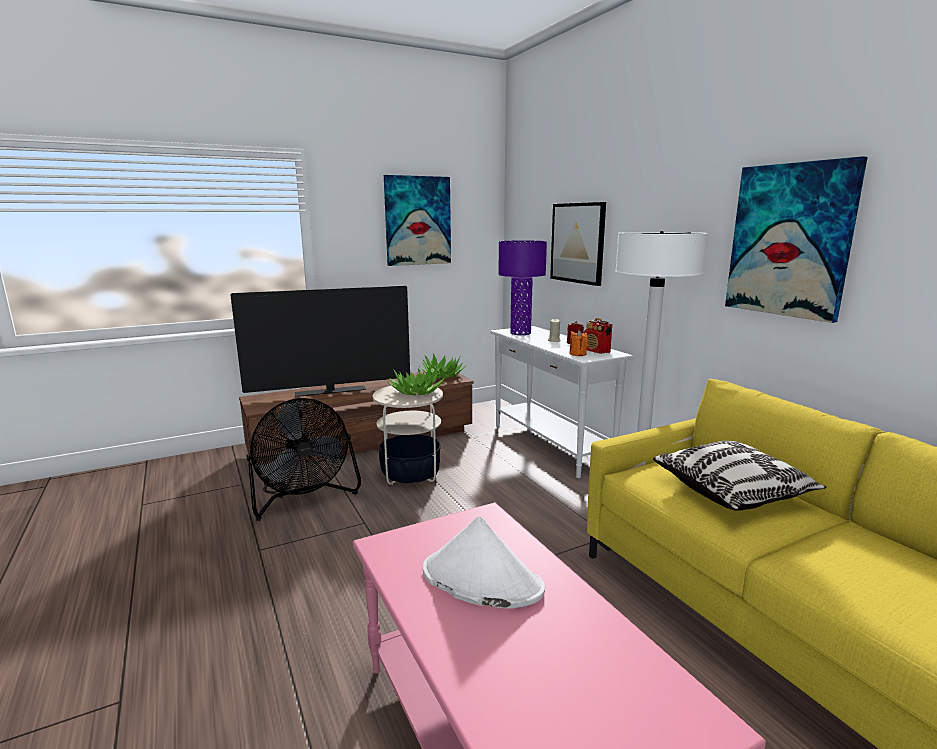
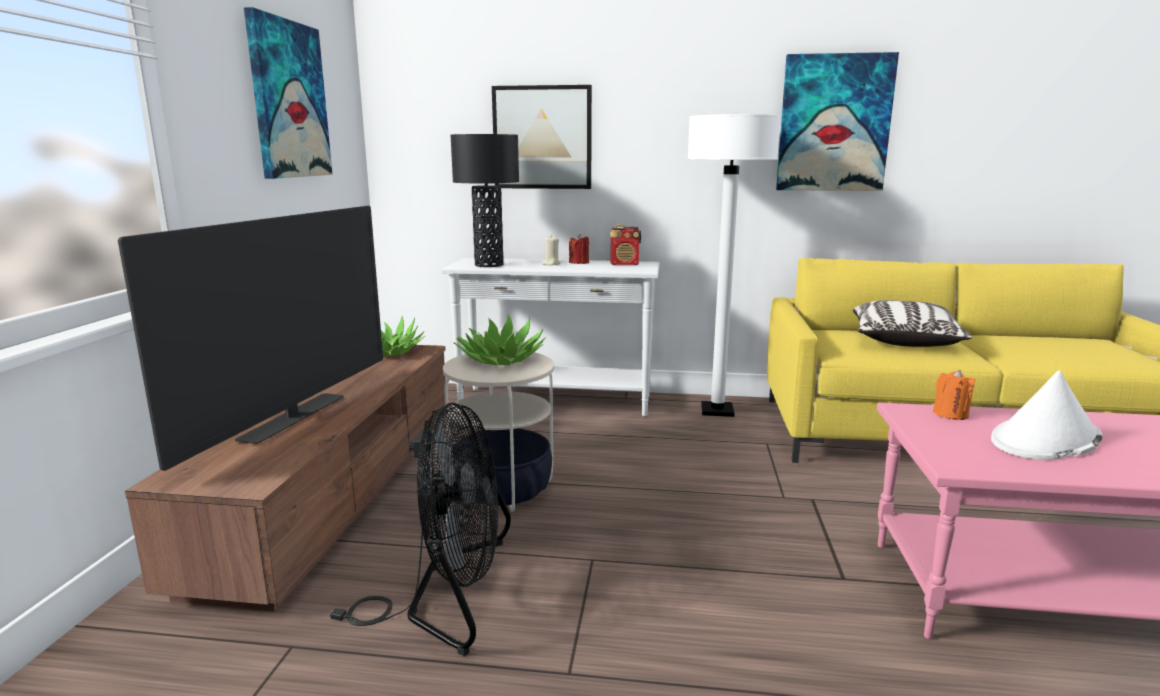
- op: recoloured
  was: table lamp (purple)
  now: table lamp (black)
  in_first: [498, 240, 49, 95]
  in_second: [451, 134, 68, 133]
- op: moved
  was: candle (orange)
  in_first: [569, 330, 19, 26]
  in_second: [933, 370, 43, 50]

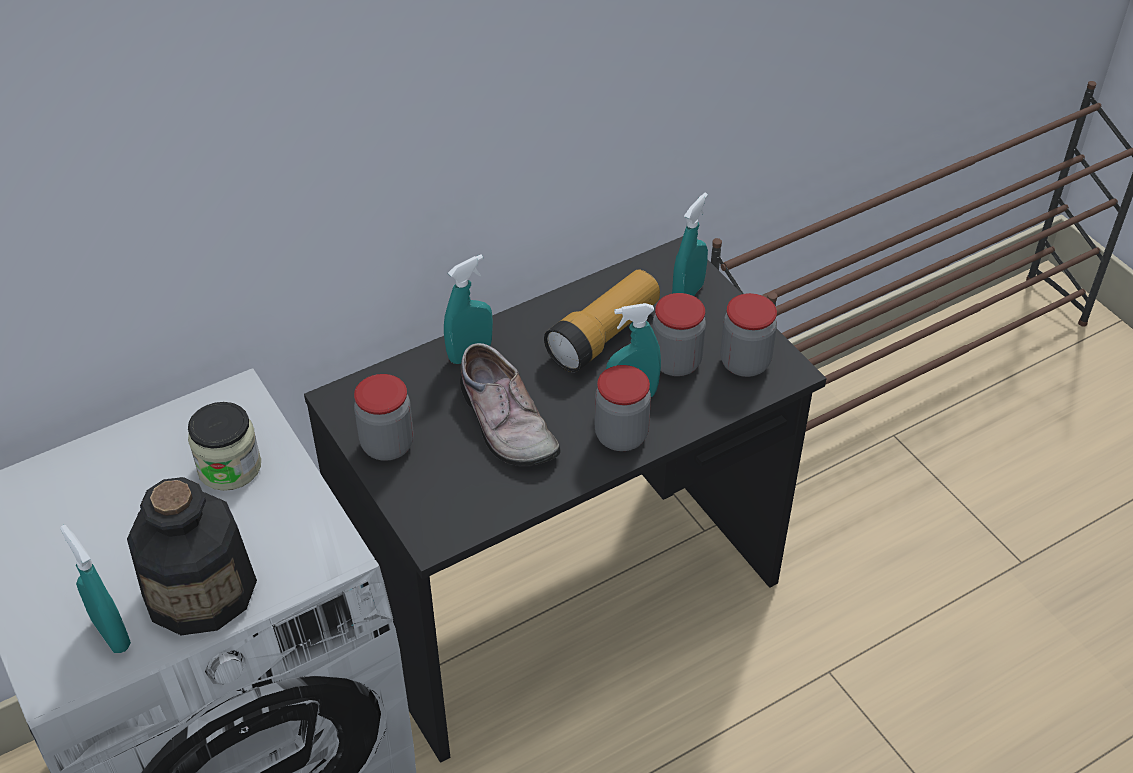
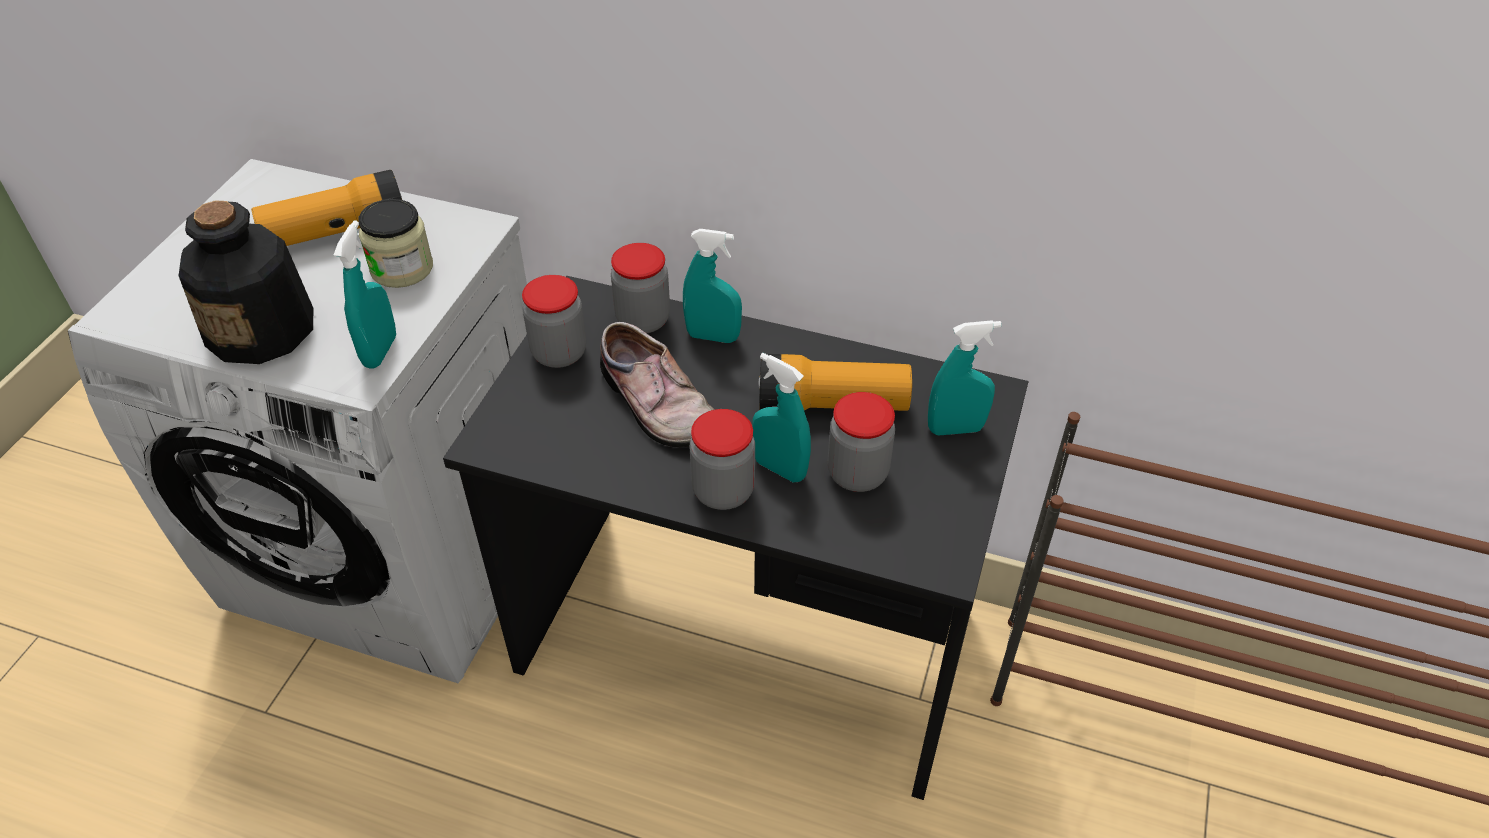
- op: moved
  was: jar
  in_first: [720, 293, 57, 84]
  in_second: [611, 243, 59, 90]
- op: turned
  was: shoe
  in_first: [460, 343, 101, 123]
  in_second: [600, 322, 115, 126]
  clockwise: -60
- op: moved
  was: spray bottle (turquoise)
  in_first: [60, 525, 71, 128]
  in_second: [334, 220, 62, 149]
- op: added
  now: flashlight
  in_second: [251, 170, 151, 76]

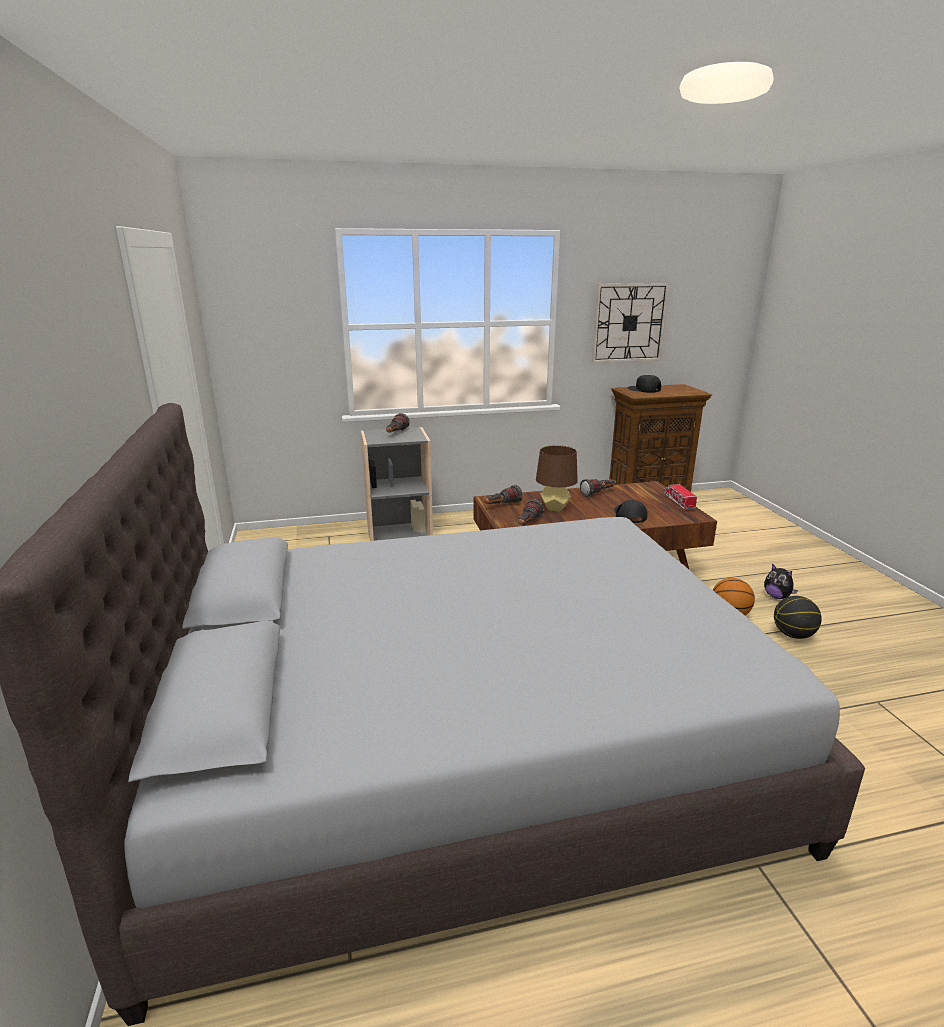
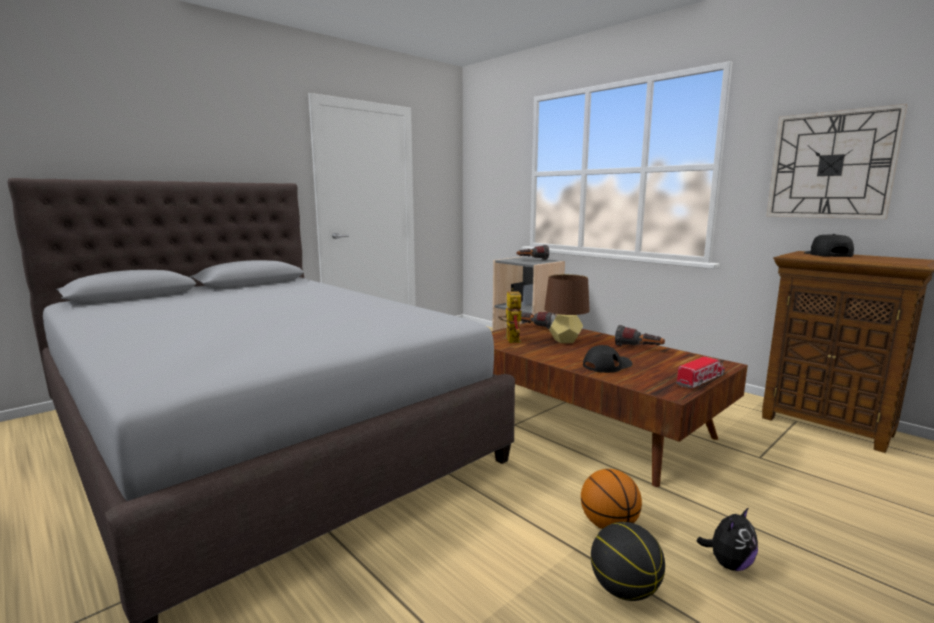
- op: replaced
  was: flashlight
  now: toy robot
  in_first: [518, 499, 26, 26]
  in_second: [498, 288, 24, 55]
- op: turned
  was: plush toy
  in_first: [764, 564, 34, 35]
  in_second: [697, 507, 61, 64]
  clockwise: -150

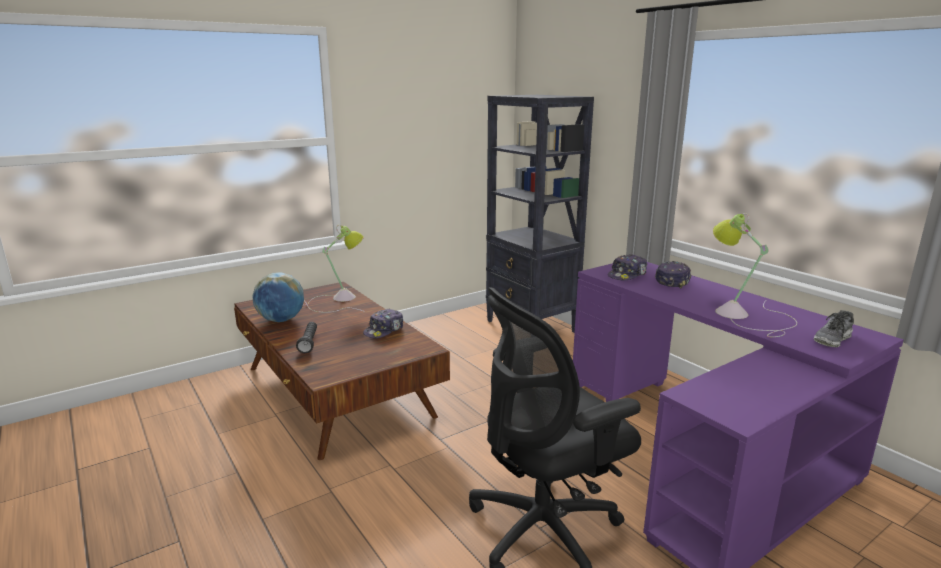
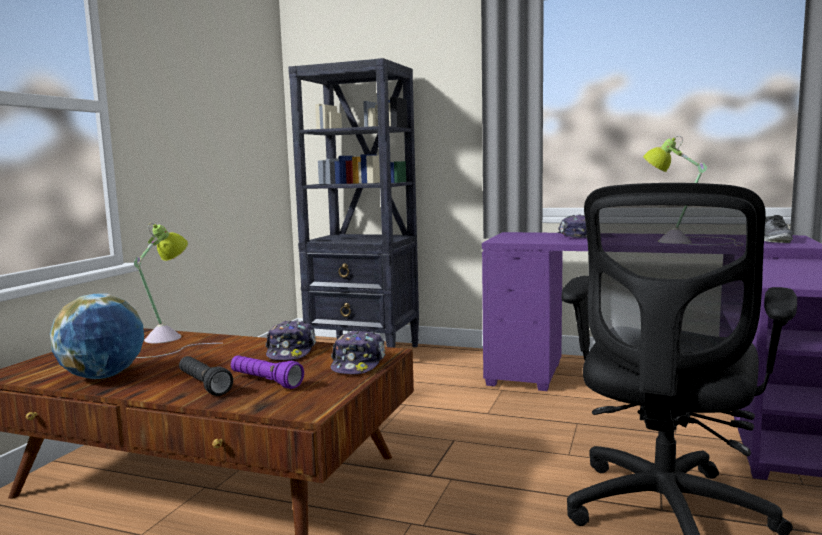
- op: moved
  was: cap
  in_first: [608, 254, 39, 26]
  in_second: [331, 330, 55, 44]
- op: added
  now: flashlight (purple)
  in_second: [231, 355, 73, 34]

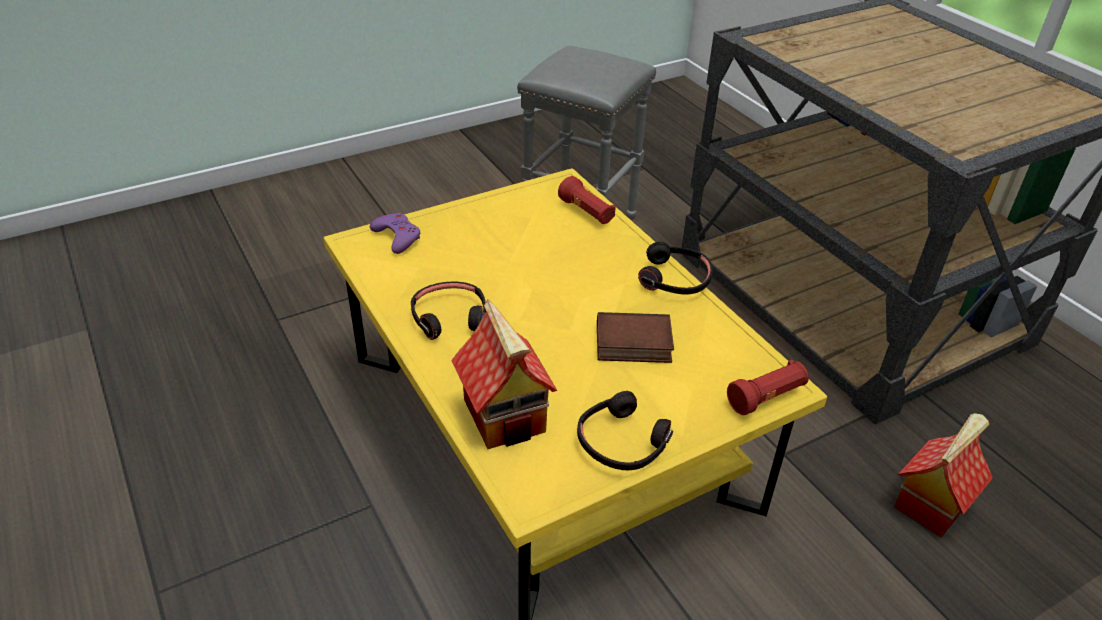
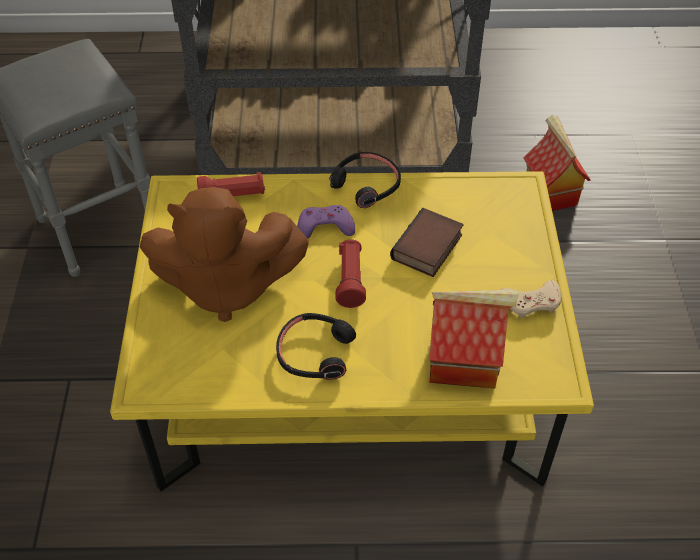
- op: moved
  was: game controller (purple)
  in_first: [370, 213, 50, 41]
  in_second: [297, 205, 58, 34]
- op: moved
  was: flashlight (red)
  in_first: [727, 360, 82, 55]
  in_second: [335, 239, 31, 69]
- op: replaced
  was: headphones (black)
  now: game controller (beige)
  in_first: [577, 391, 96, 79]
  in_second: [500, 280, 61, 39]
- op: added
  now: plush toy (brown)
  in_second: [140, 187, 169, 135]

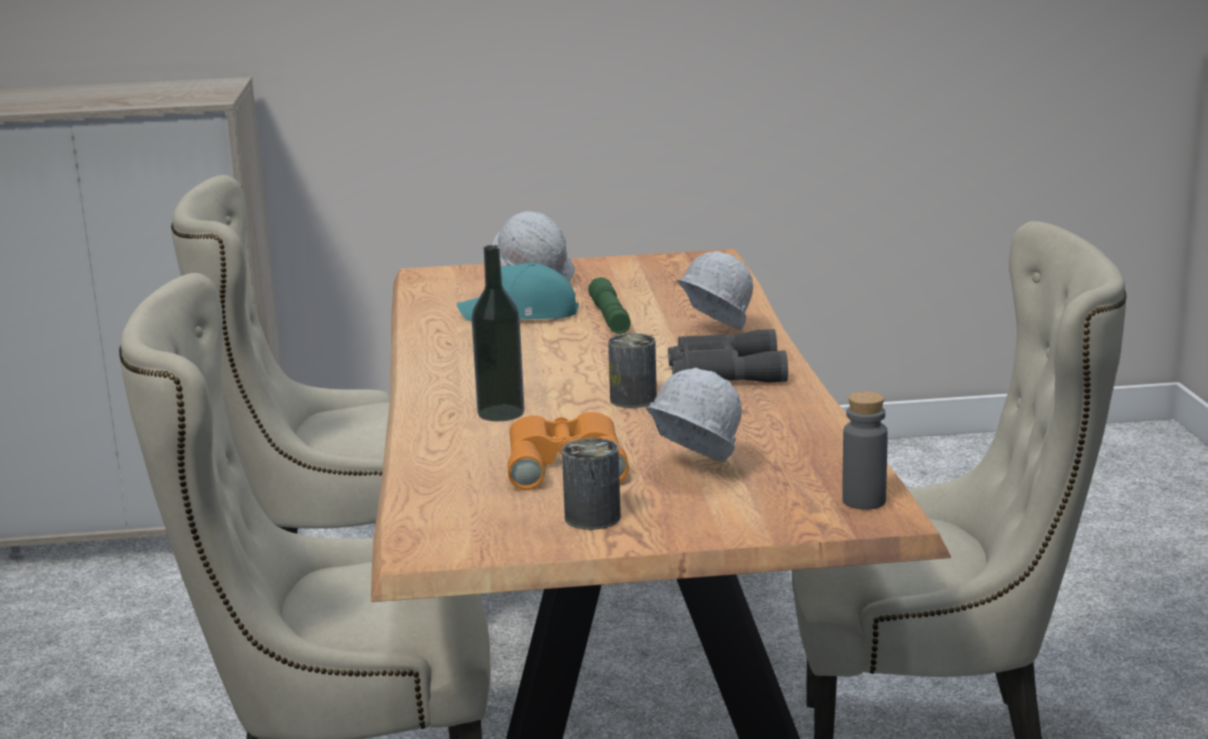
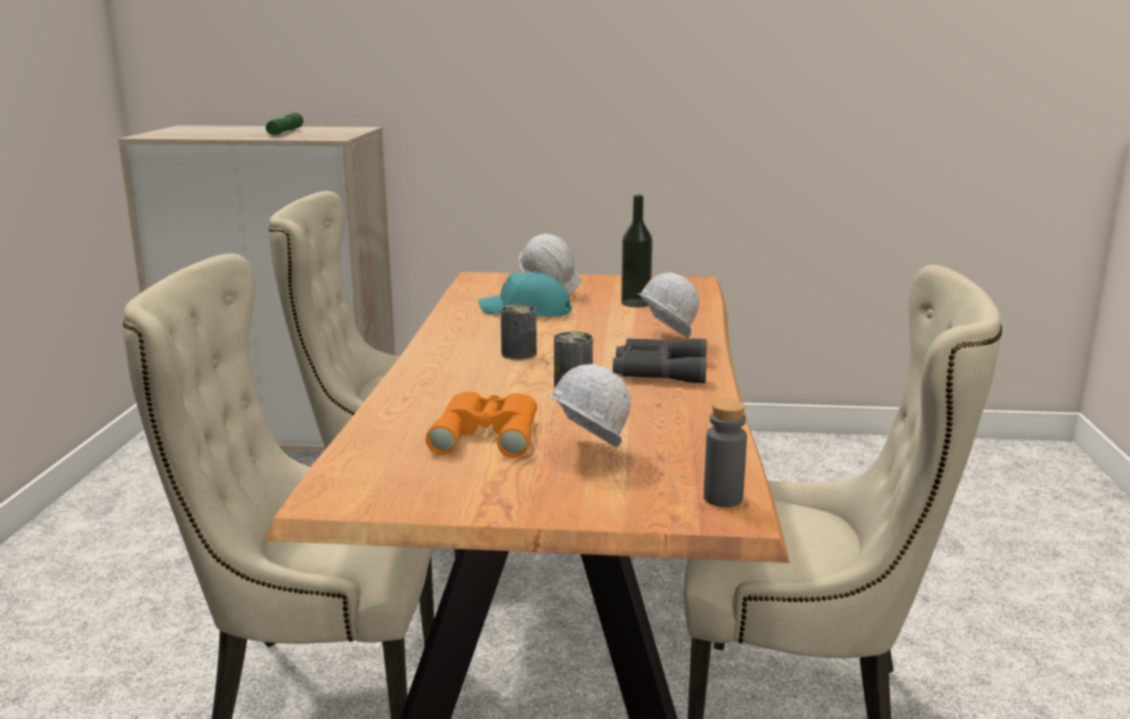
- op: moved
  was: bottle
  in_first: [472, 245, 52, 176]
  in_second: [621, 195, 32, 112]
- op: moved
  was: flashlight (green)
  in_first: [588, 277, 43, 57]
  in_second: [266, 112, 37, 23]
- op: moved
  was: can
  in_first: [562, 438, 59, 92]
  in_second: [500, 304, 37, 56]

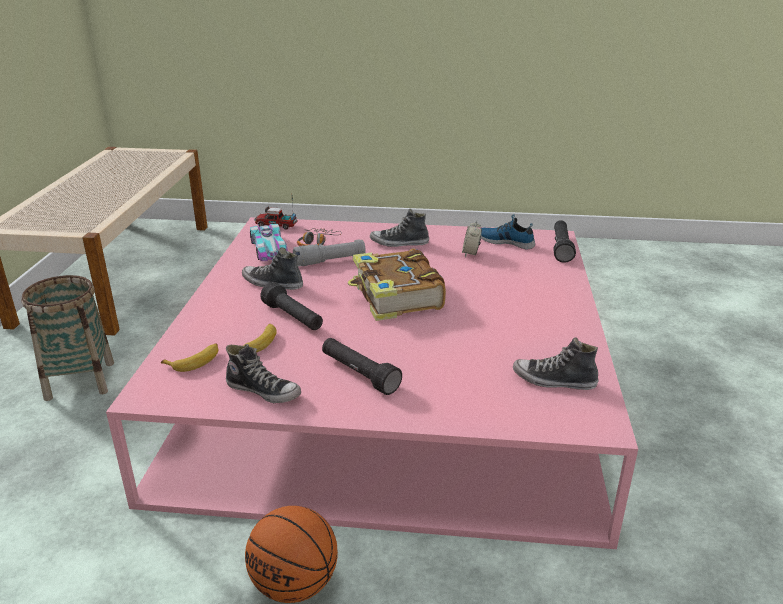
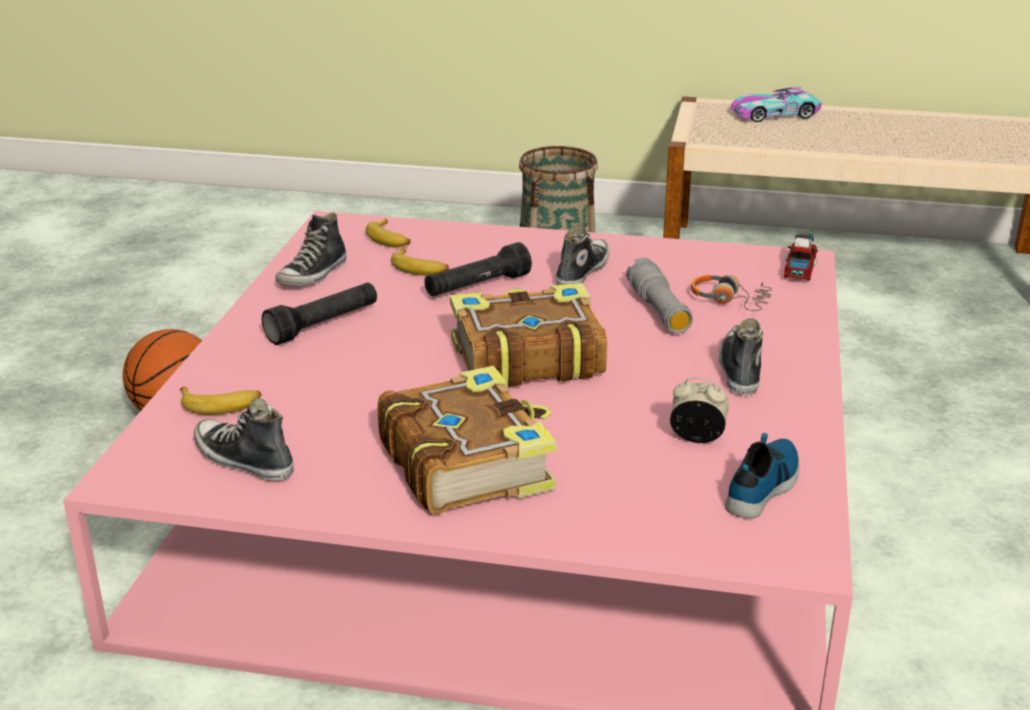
- op: removed
  was: flashlight (black)
  in_first: [553, 220, 23, 43]
- op: moved
  was: toy car
  in_first: [250, 224, 38, 37]
  in_second: [731, 87, 91, 35]
- op: turned
  was: shoe
  in_first: [513, 337, 85, 53]
  in_second: [194, 398, 100, 83]
  clockwise: -75
- op: added
  now: book
  in_second: [378, 366, 178, 149]
- op: added
  now: banana
  in_second: [180, 387, 81, 28]

